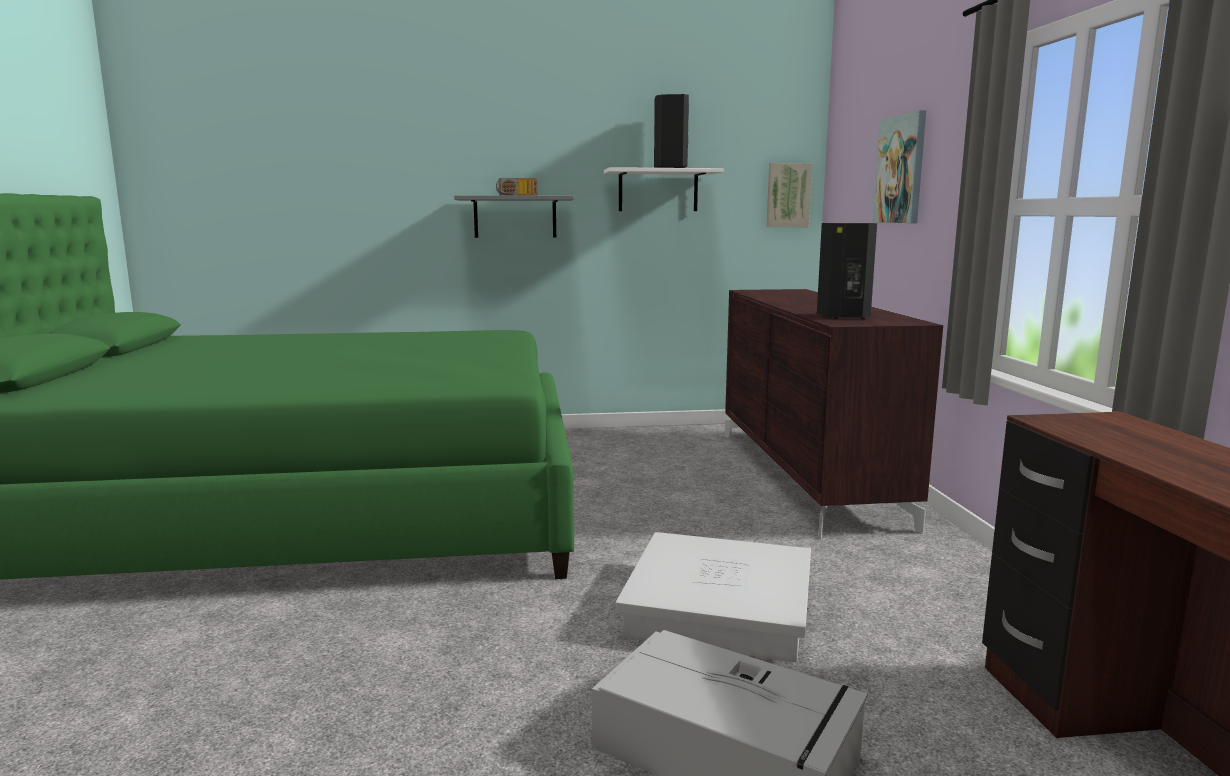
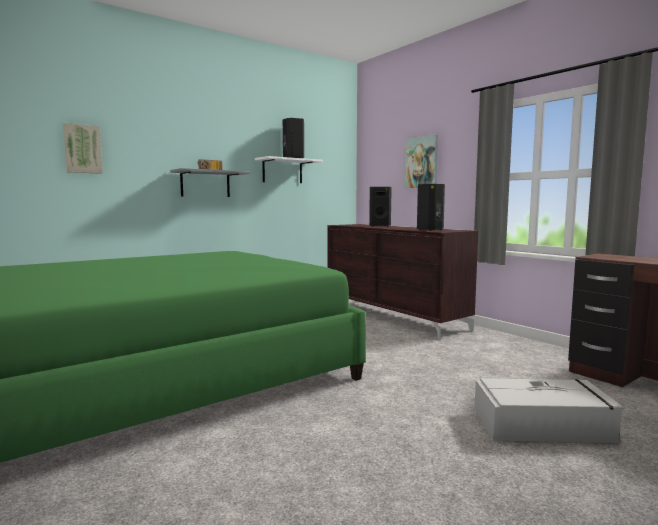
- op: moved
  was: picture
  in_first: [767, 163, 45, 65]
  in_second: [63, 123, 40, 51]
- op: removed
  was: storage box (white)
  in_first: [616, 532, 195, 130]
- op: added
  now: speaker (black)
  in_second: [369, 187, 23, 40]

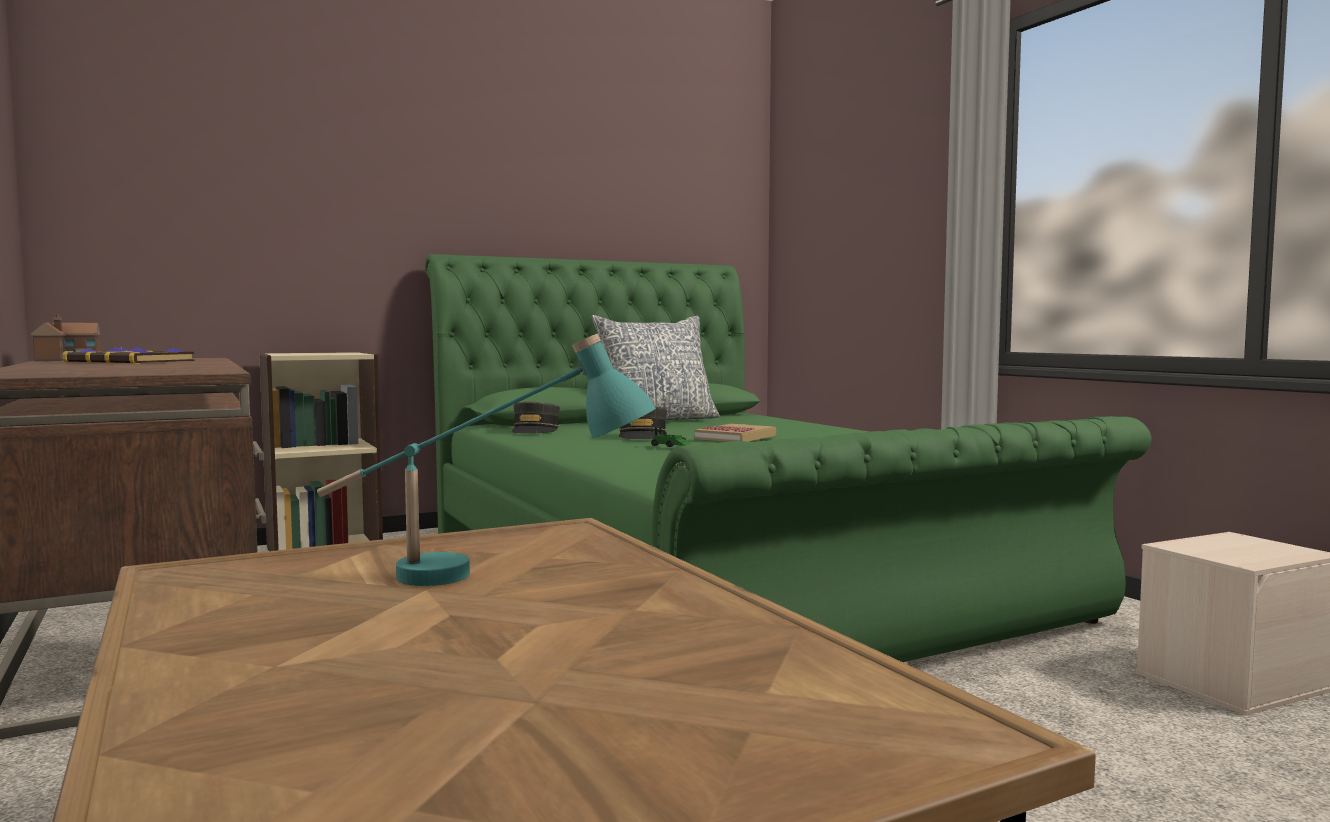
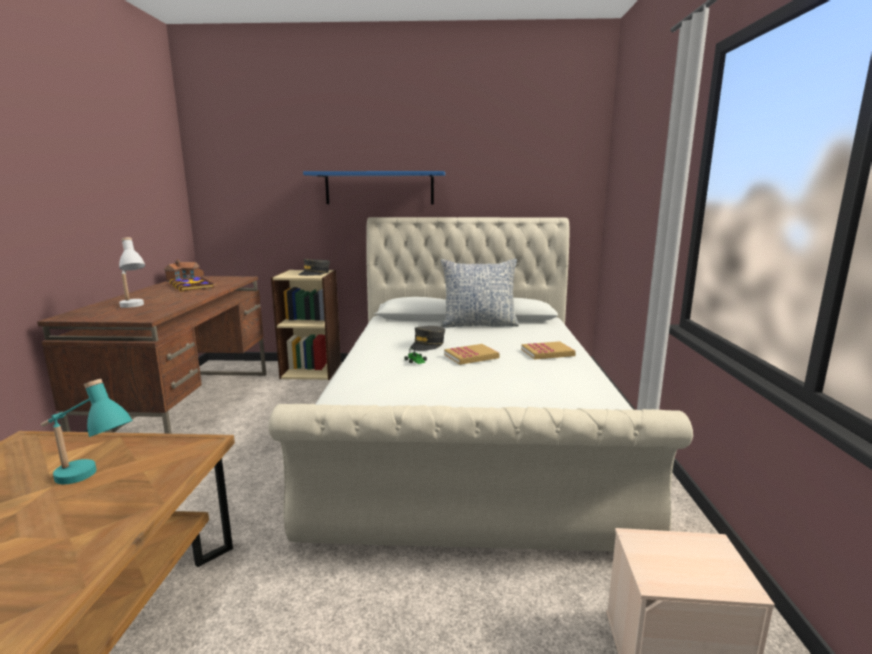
- op: recoloured
  was: bed (green)
  now: bed (beige)
  in_first: [425, 254, 727, 408]
  in_second: [268, 217, 425, 334]
- op: moved
  was: cap (grey)
  in_first: [511, 402, 49, 32]
  in_second: [298, 259, 32, 17]
- op: added
  now: shelf (blue)
  in_second: [303, 171, 142, 33]
- op: added
  now: table lamp (white)
  in_second: [119, 237, 26, 71]
- op: added
  now: book
  in_second: [521, 341, 55, 19]

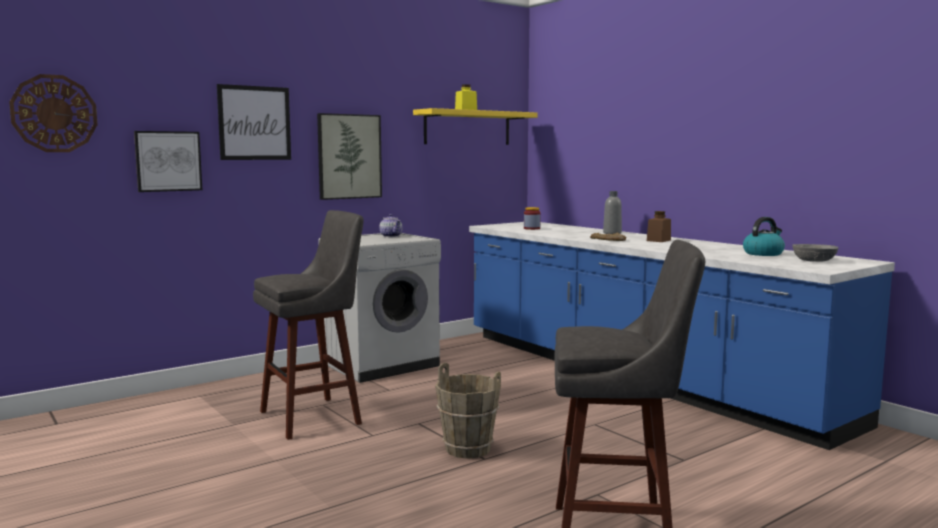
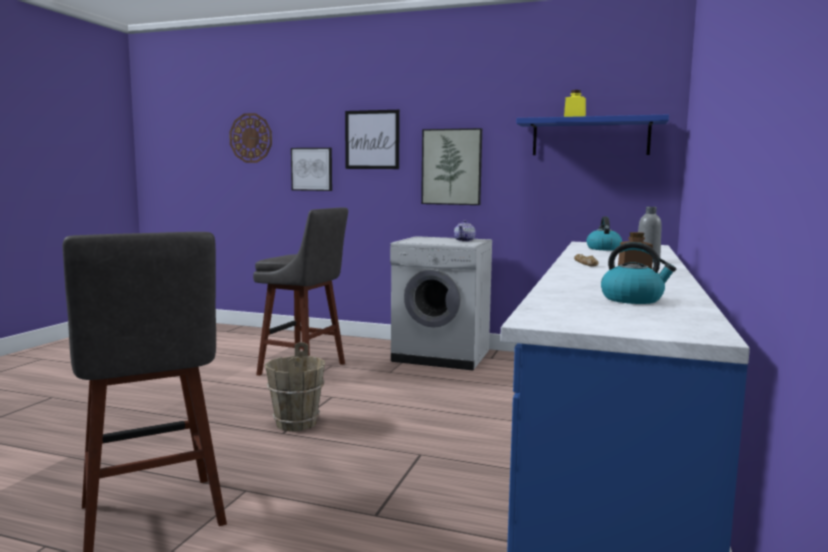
- op: recoloured
  was: shelf (yellow)
  now: shelf (blue)
  in_first: [413, 108, 125, 37]
  in_second: [516, 114, 153, 41]
- op: replaced
  was: jar
  now: kettle
  in_first: [524, 207, 17, 23]
  in_second: [587, 216, 35, 35]
- op: removed
  was: bowl (grey)
  in_first: [792, 244, 46, 18]

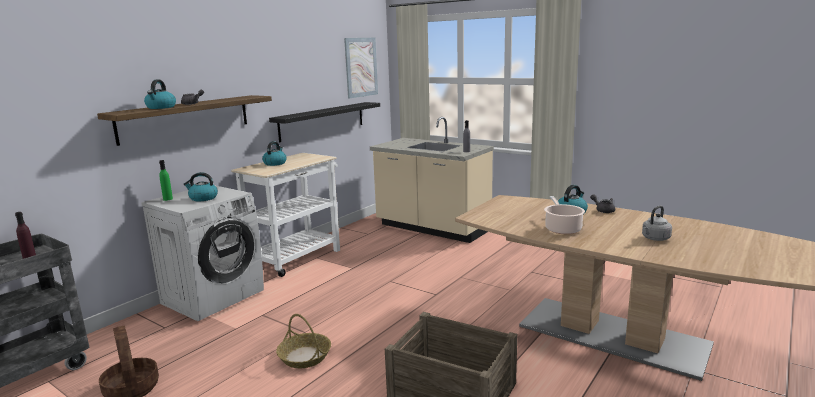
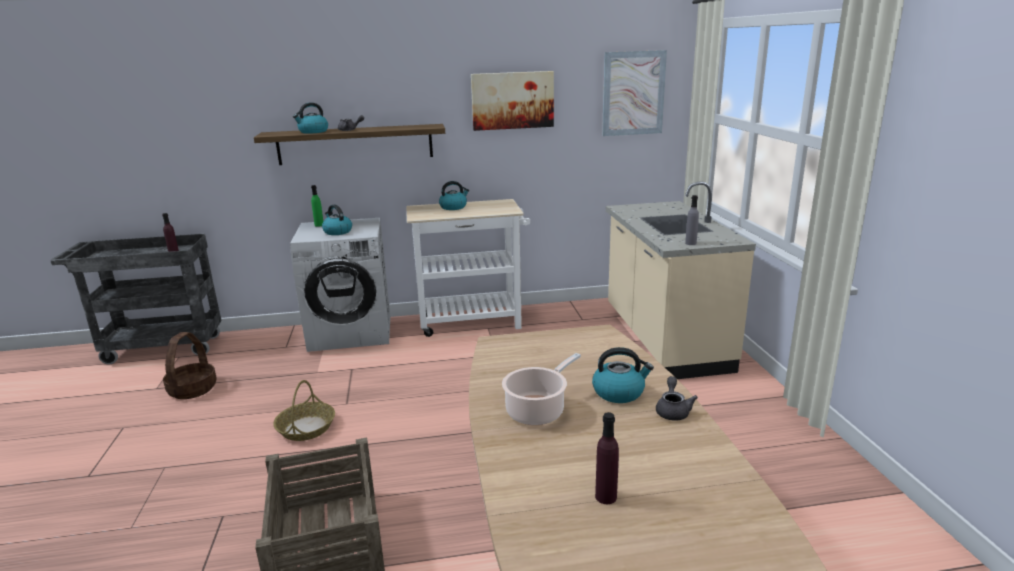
- op: removed
  was: shelf (black)
  in_first: [269, 102, 111, 40]
- op: replaced
  was: kettle (grey)
  now: bottle (purple)
  in_first: [642, 206, 30, 35]
  in_second: [595, 412, 24, 92]
- op: added
  now: picture
  in_second: [471, 71, 83, 60]

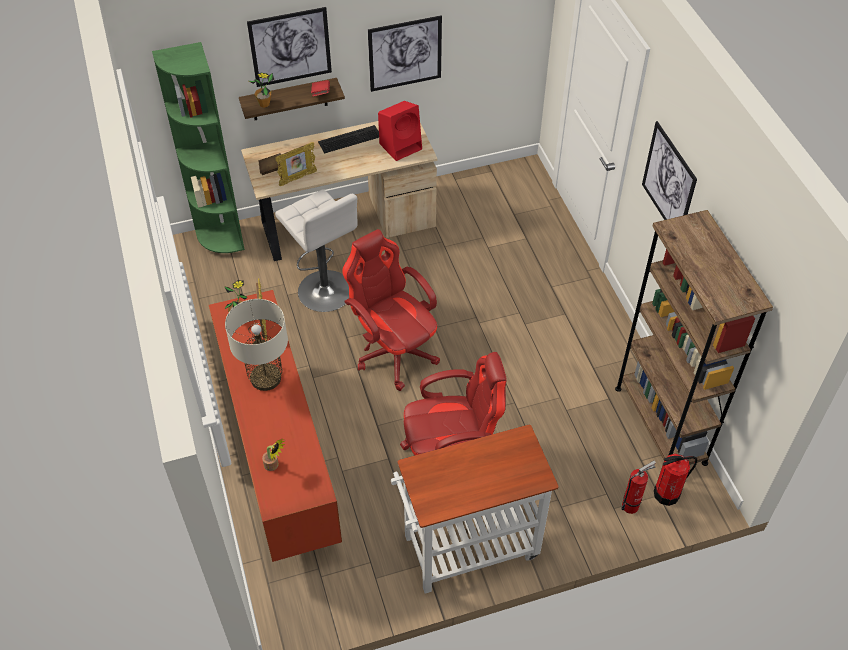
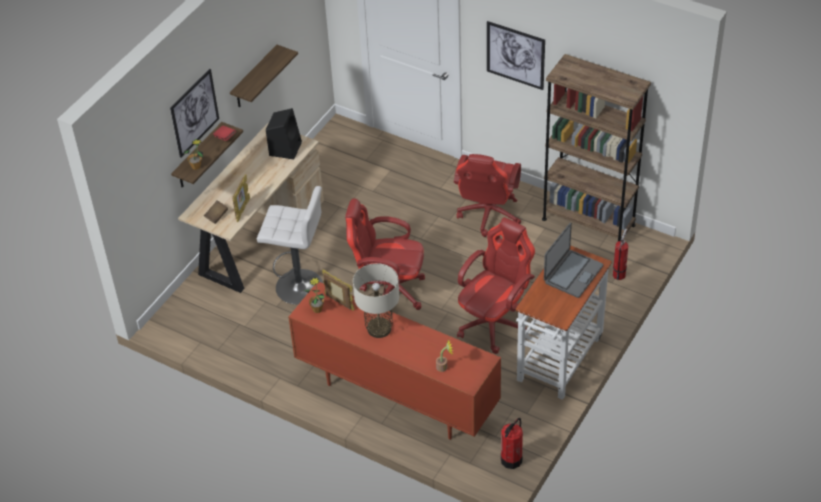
- op: replaced
  was: picture
  now: shelf
  in_first: [368, 16, 74, 76]
  in_second: [230, 45, 68, 62]
- op: removed
  was: bookcase (green)
  in_first: [152, 42, 93, 211]
- op: recoloured
  was: speaker (red)
  now: speaker (black)
  in_first: [378, 101, 44, 60]
  in_second: [266, 108, 36, 51]
- op: removed
  was: keyboard
  in_first: [318, 125, 61, 29]
- op: moved
  was: fire extinguisher
  in_first: [654, 453, 43, 53]
  in_second: [501, 418, 22, 51]
- op: added
  now: office chair (red)
  in_second: [454, 154, 67, 83]
- op: added
  now: laptop
  in_second: [544, 223, 59, 75]

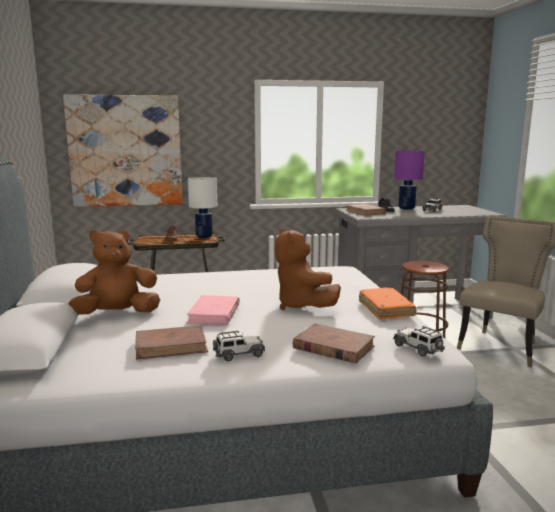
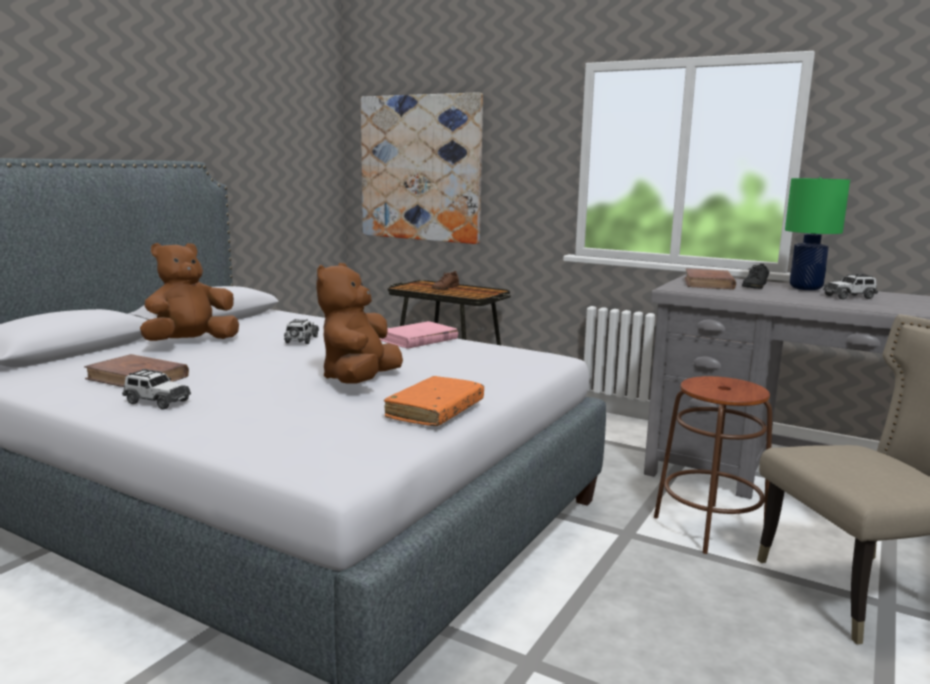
- op: recoloured
  was: table lamp (purple)
  now: table lamp (green)
  in_first: [394, 150, 31, 60]
  in_second: [785, 177, 65, 113]
- op: removed
  was: table lamp (white)
  in_first: [188, 177, 29, 61]
- op: turned
  was: plush toy (brown)
  in_first: [68, 230, 92, 85]
  in_second: [140, 243, 99, 98]
  clockwise: -60
- op: moved
  was: book (pink)
  in_first: [186, 295, 54, 30]
  in_second: [380, 321, 78, 28]
- op: removed
  was: book (brown)
  in_first: [293, 324, 82, 40]
- op: moved
  was: toy car
  in_first: [393, 326, 52, 31]
  in_second: [284, 317, 35, 27]

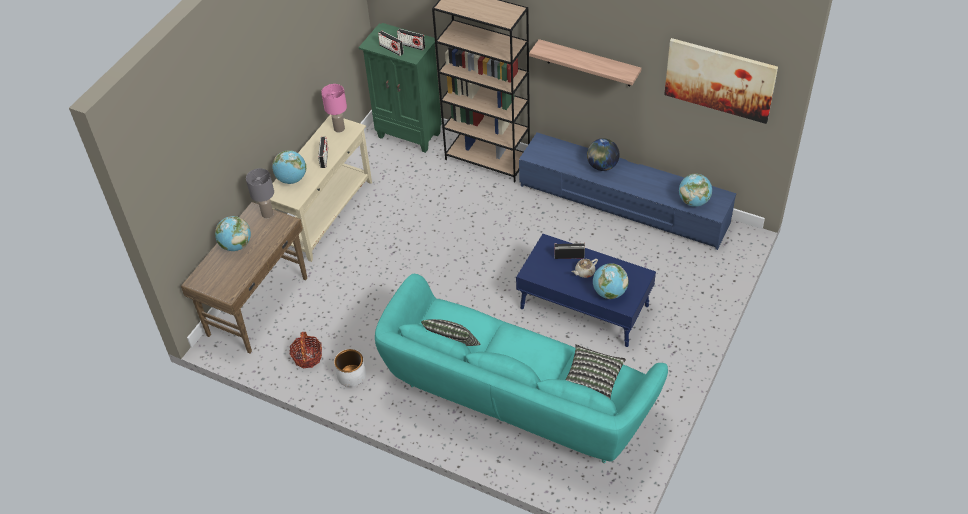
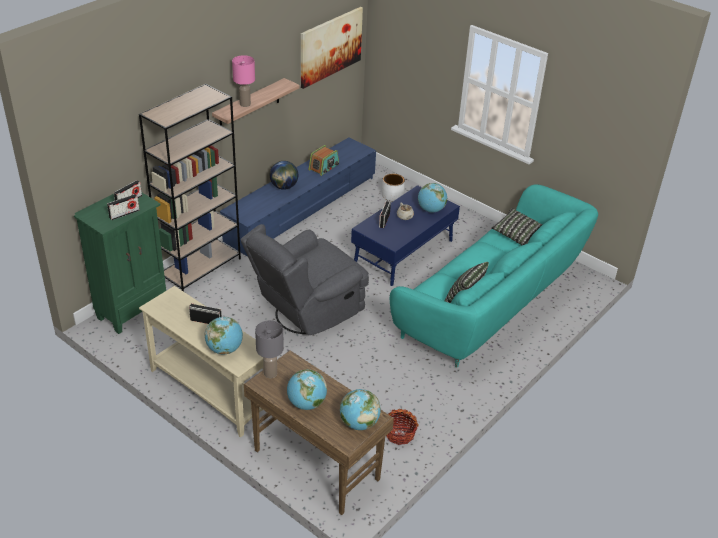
- op: moved
  was: table lamp (pink)
  in_first: [321, 84, 26, 49]
  in_second: [232, 55, 23, 52]
- op: moved
  was: globe
  in_first: [679, 173, 33, 34]
  in_second: [340, 389, 41, 41]
- op: moved
  was: planter (white)
  in_first: [334, 349, 32, 38]
  in_second: [382, 174, 23, 27]
- op: added
  now: radio
  in_second: [309, 145, 30, 31]
- op: added
  now: armchair (grey)
  in_second: [241, 224, 128, 111]

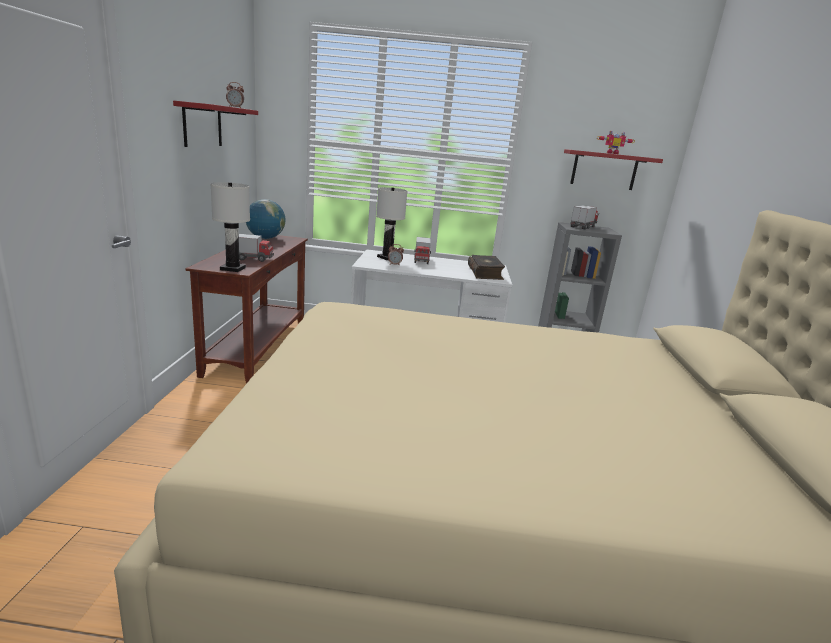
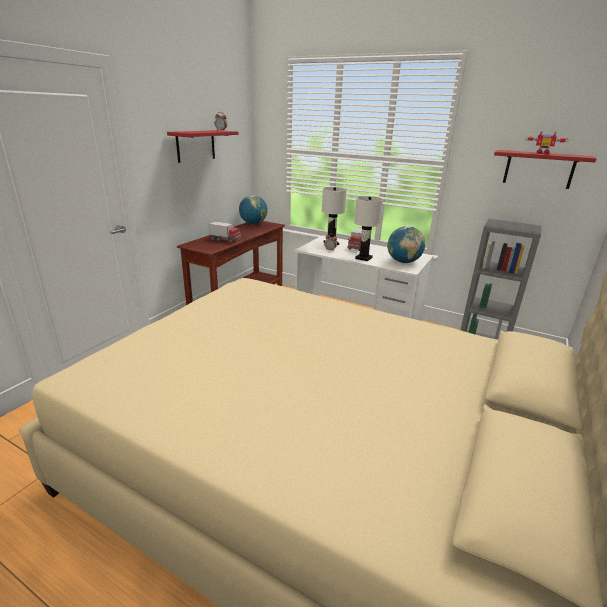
- op: moved
  was: table lamp (white)
  in_first: [210, 182, 40, 90]
  in_second: [354, 196, 29, 65]
- op: removed
  was: toy truck
  in_first: [570, 205, 29, 25]
- op: replaced
  was: book
  now: globe
  in_first: [468, 255, 37, 25]
  in_second: [387, 226, 38, 37]

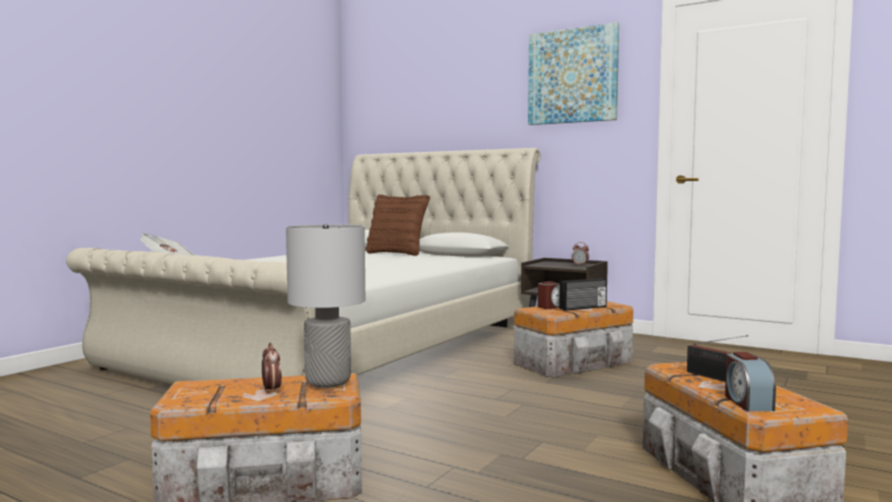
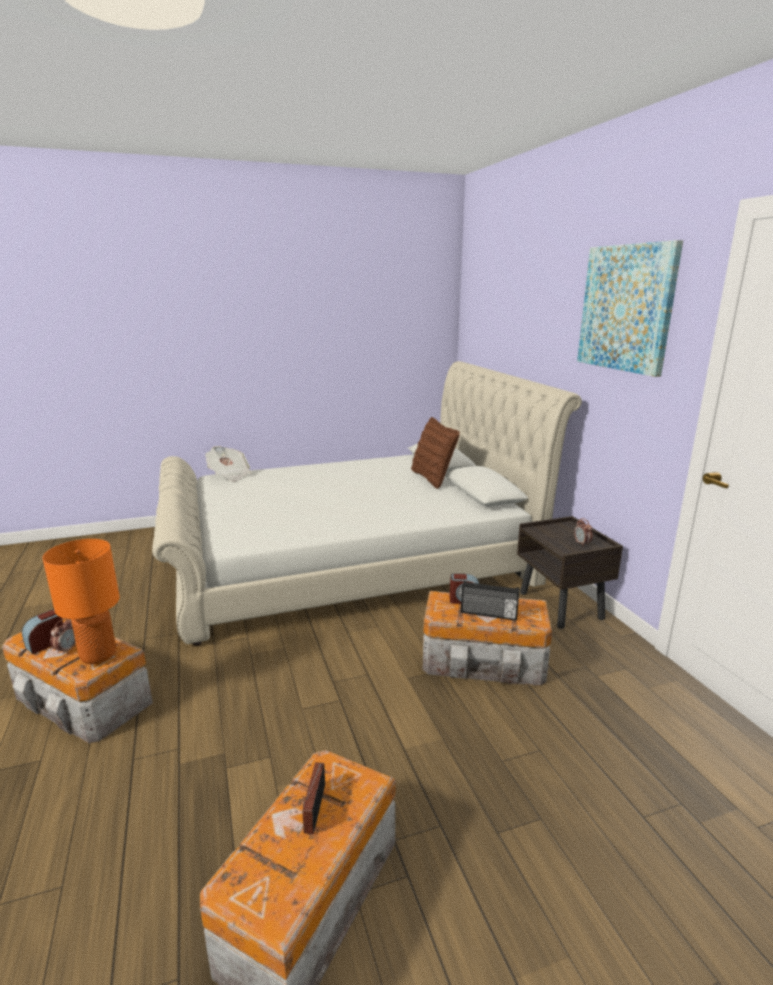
- op: recoloured
  was: table lamp (grey)
  now: table lamp (orange)
  in_first: [286, 224, 79, 164]
  in_second: [42, 539, 78, 125]
- op: moved
  was: alarm clock
  in_first: [725, 352, 51, 59]
  in_second: [22, 609, 41, 45]

